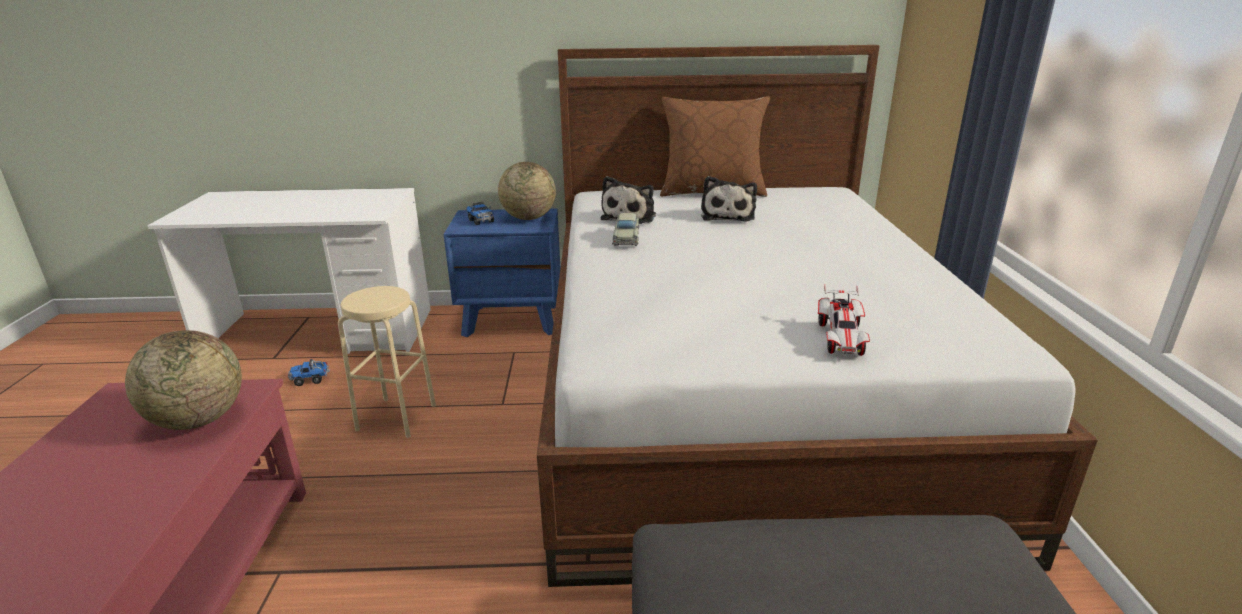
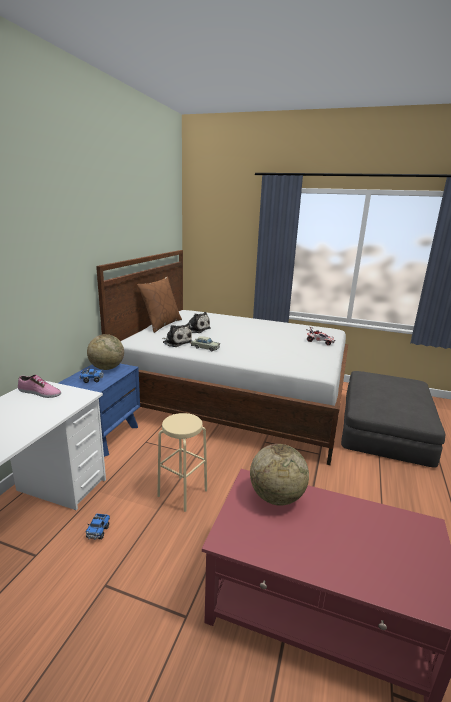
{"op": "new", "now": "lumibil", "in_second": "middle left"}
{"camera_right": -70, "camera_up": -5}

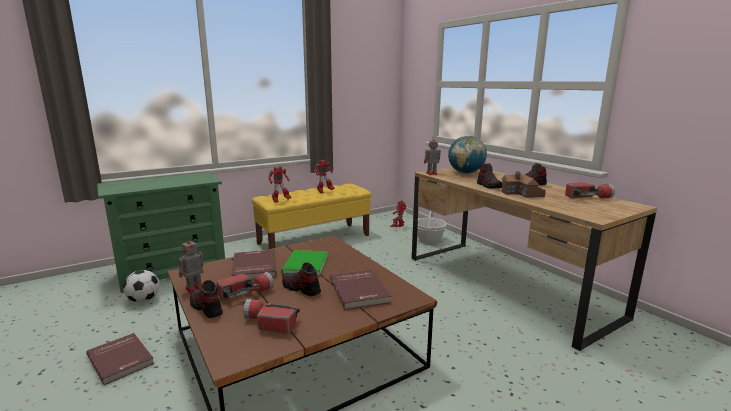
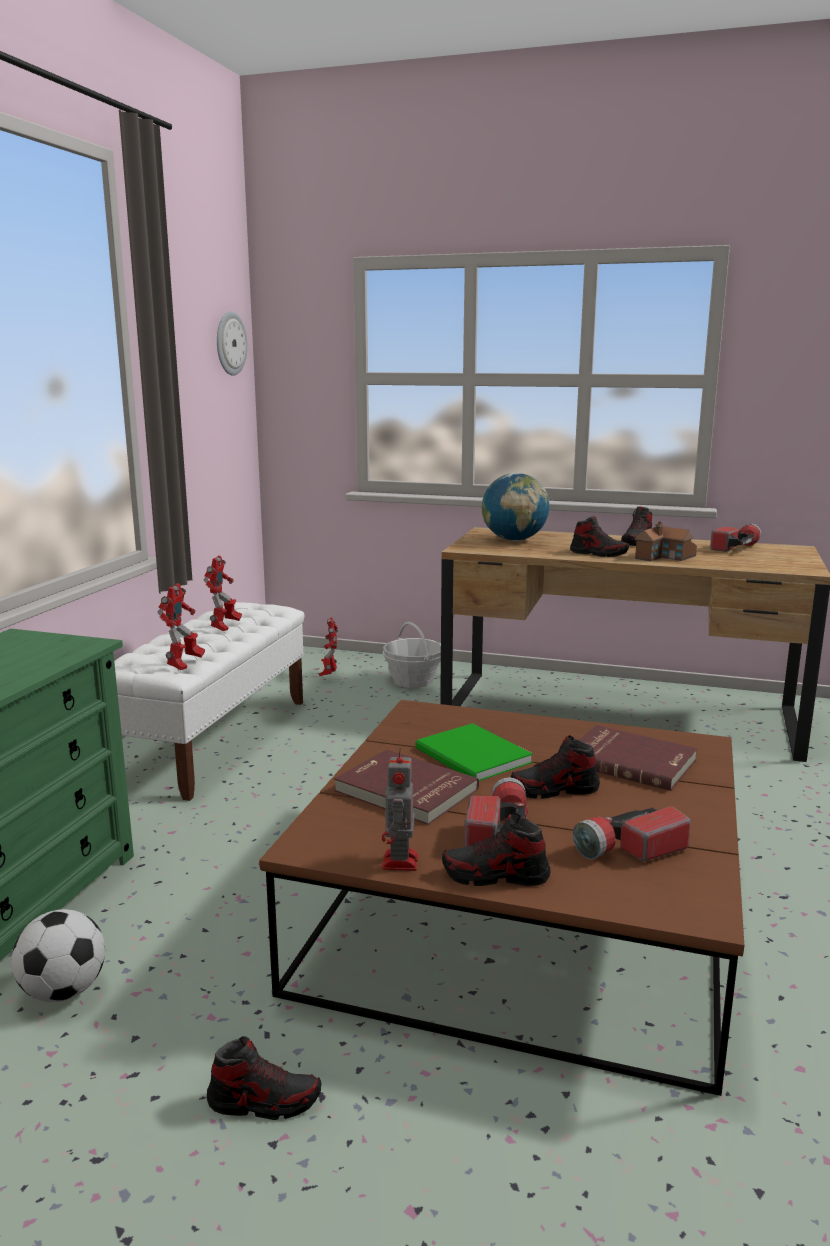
{"op": "swapped", "was": "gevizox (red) (no. 1 from left)", "now": "lumibil (no. 1 from left)", "in_first": "bottom left", "in_second": "bottom left"}
{"op": "repainted", "was": "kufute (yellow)", "now": "kufute (white)", "in_first": "centre", "in_second": "middle left"}
{"op": "gone", "was": "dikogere (no. 5 from left)", "in_first": "centre"}
{"op": "new", "now": "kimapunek", "in_second": "top left"}
{"camera_right": -40, "camera_up": 0}

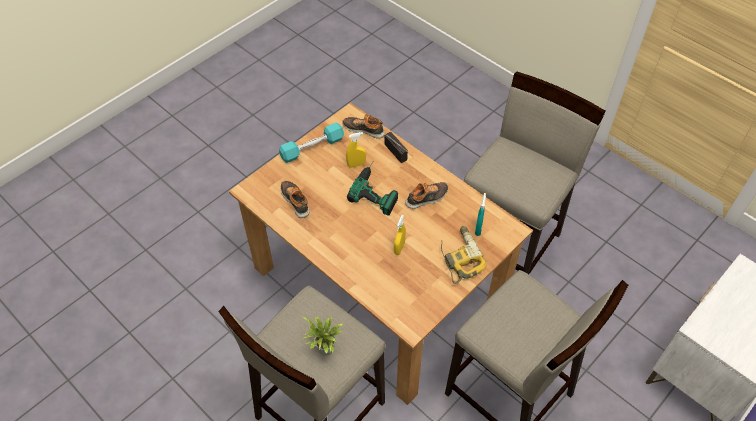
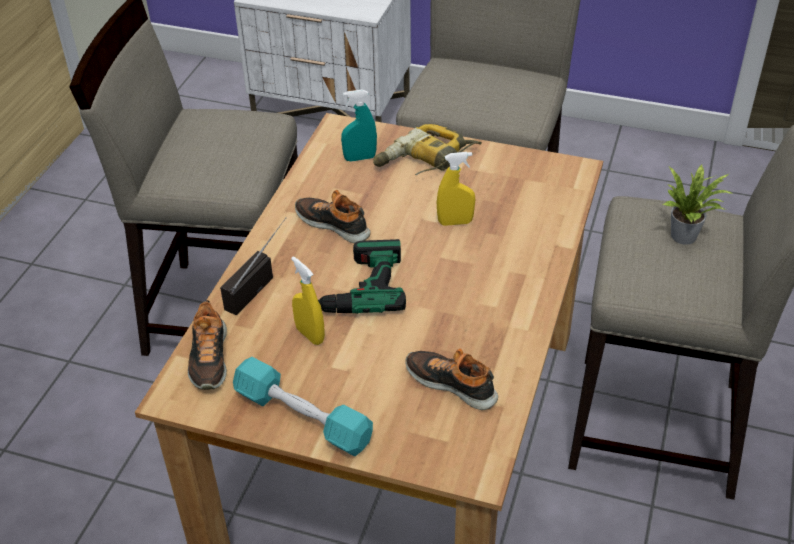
{"op": "rotated", "was": "lumibil (no. 1 from left in the first image)", "in_first": "centre", "in_second": "bottom centre", "clockwise": 90}
{"camera_right": -115, "camera_up": -10}

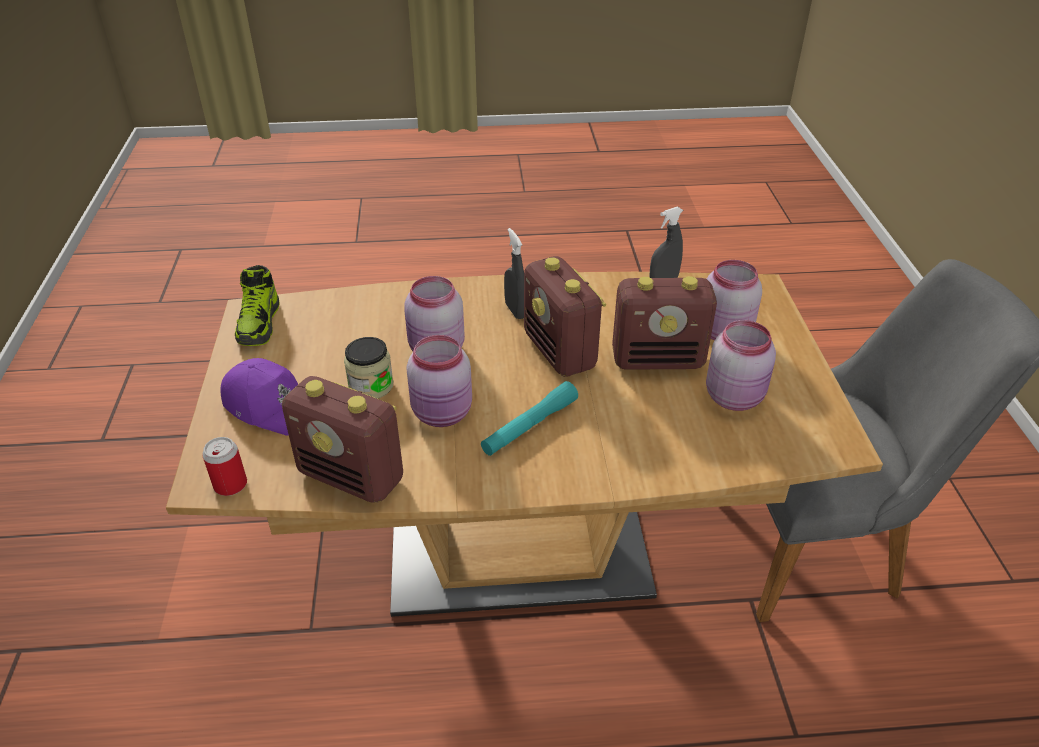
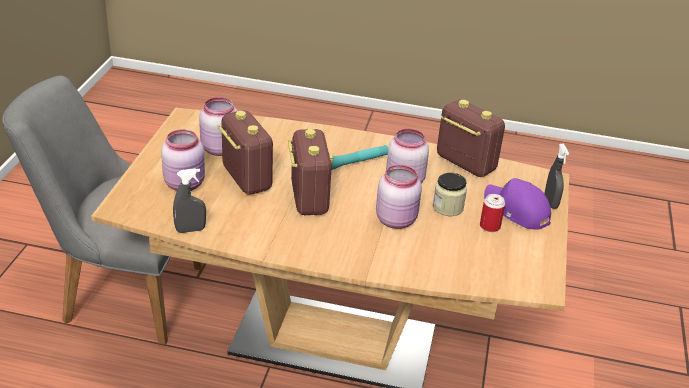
{"op": "shifted", "was": "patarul", "in_first": "middle left", "in_second": "middle right"}
{"op": "gone", "was": "lumibil", "in_first": "middle left"}
{"op": "shifted", "was": "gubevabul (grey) (no. 1 from left in the first image)", "now": "gubevabul (grey) (no. 2 from left)", "in_first": "centre", "in_second": "middle right"}
{"op": "rotated", "was": "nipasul (no. 3 from left in the first image)", "in_first": "centre", "in_second": "centre", "clockwise": 45}
{"camera_right": -165, "camera_up": -5}

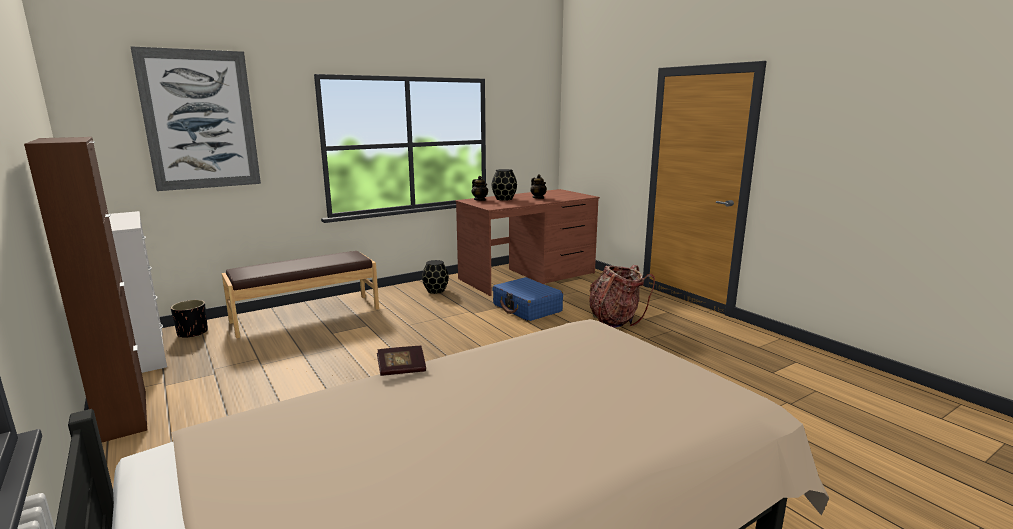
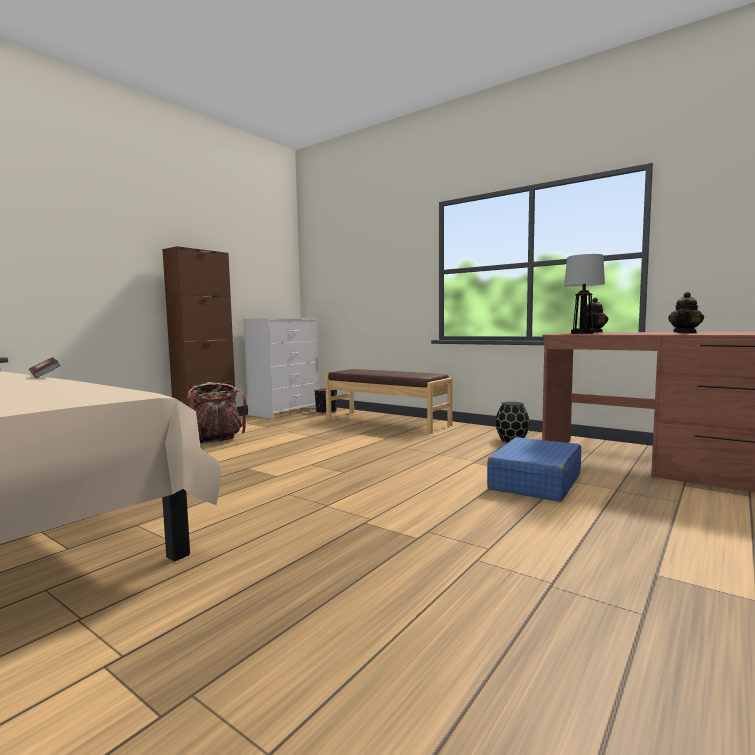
{"op": "gone", "was": "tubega", "in_first": "top left"}
{"op": "gone", "was": "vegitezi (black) (no. 2 from left)", "in_first": "centre"}
{"op": "shifted", "was": "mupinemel", "in_first": "centre", "in_second": "middle left"}
{"op": "new", "now": "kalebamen", "in_second": "middle right"}
{"camera_right": 70, "camera_up": -10}

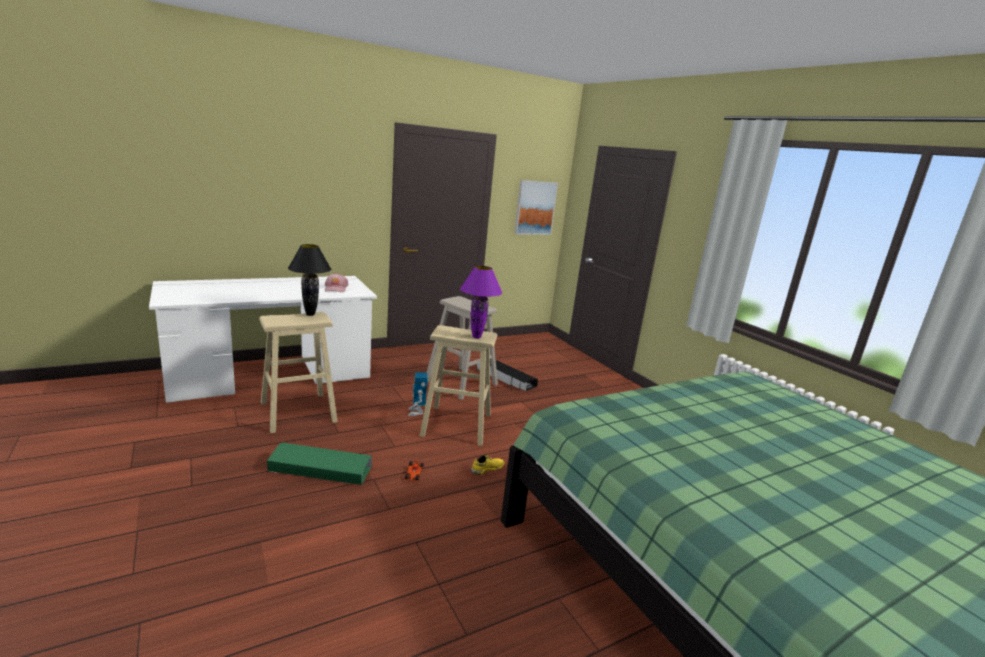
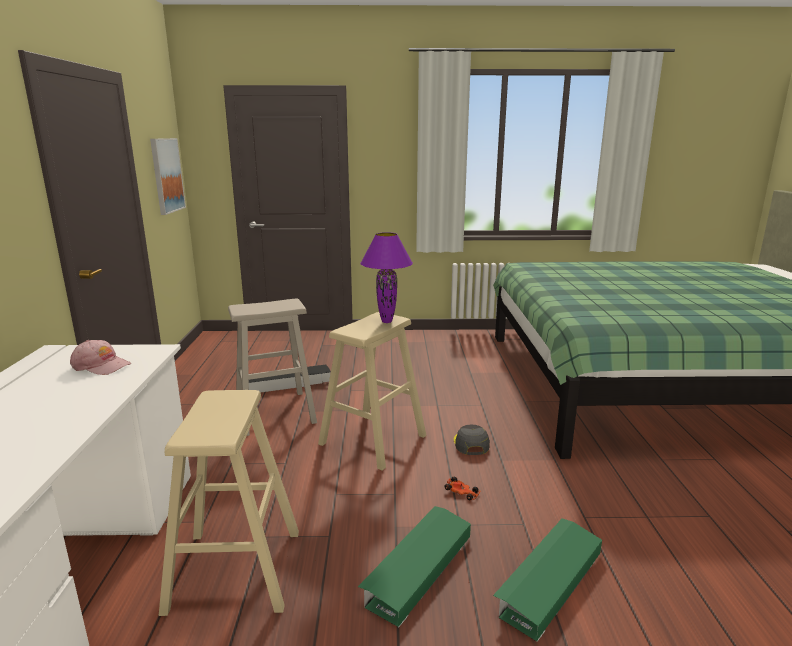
{"op": "gone", "was": "kalebamen (black)", "in_first": "middle left"}
{"op": "gone", "was": "dikogere", "in_first": "centre"}
{"op": "swapped", "was": "lumibil (yellow)", "now": "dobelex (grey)", "in_first": "bottom centre", "in_second": "bottom centre"}
{"op": "new", "now": "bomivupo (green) (no. 2 from left)", "in_second": "bottom right"}
{"camera_right": -60, "camera_up": 0}

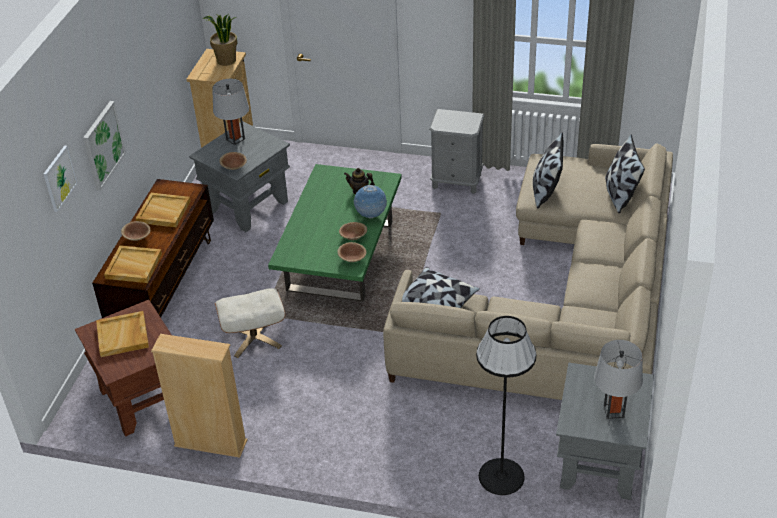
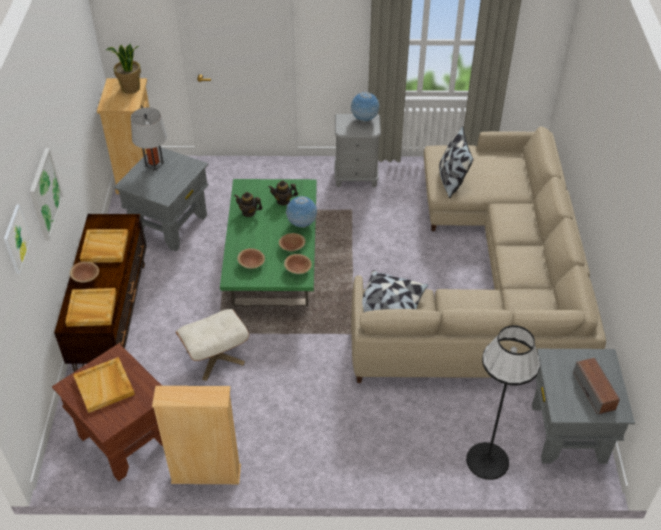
{"op": "shifted", "was": "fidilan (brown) (no. 2 from left)", "in_first": "top left", "in_second": "centre"}
{"op": "swapped", "was": "kalebamen (grey) (no. 2 from left)", "now": "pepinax", "in_first": "bottom right", "in_second": "bottom right"}
{"op": "gone", "was": "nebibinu (no. 3 from left)", "in_first": "middle right"}
{"op": "new", "now": "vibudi (no. 1 from left)", "in_second": "centre"}
{"op": "new", "now": "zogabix (no. 2 from left)", "in_second": "top centre"}
{"camera_right": -15, "camera_up": 5}

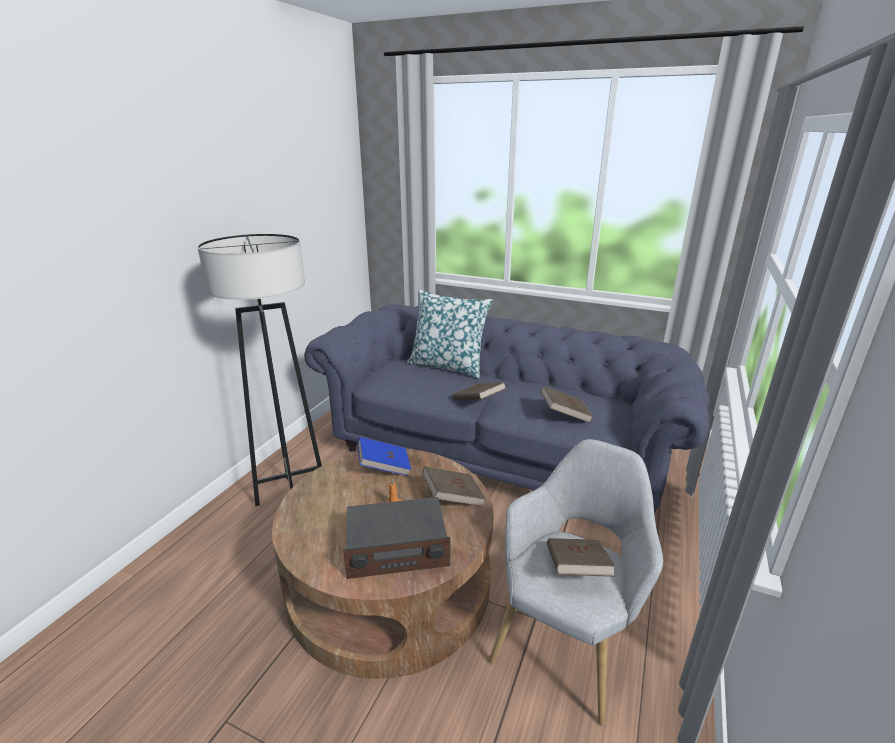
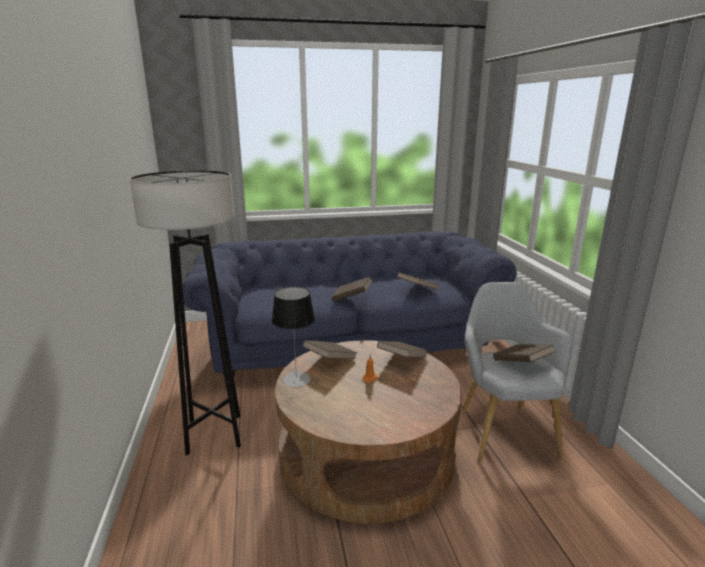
{"op": "gone", "was": "nipasul", "in_first": "bottom centre"}
{"op": "repainted", "was": "gevizox (blue)", "now": "gevizox (brown) (no. 1 from left)", "in_first": "centre", "in_second": "centre"}
{"op": "gone", "was": "nebibinu", "in_first": "centre"}
{"op": "new", "now": "kalebamen", "in_second": "centre"}
{"camera_right": -35, "camera_up": -5}

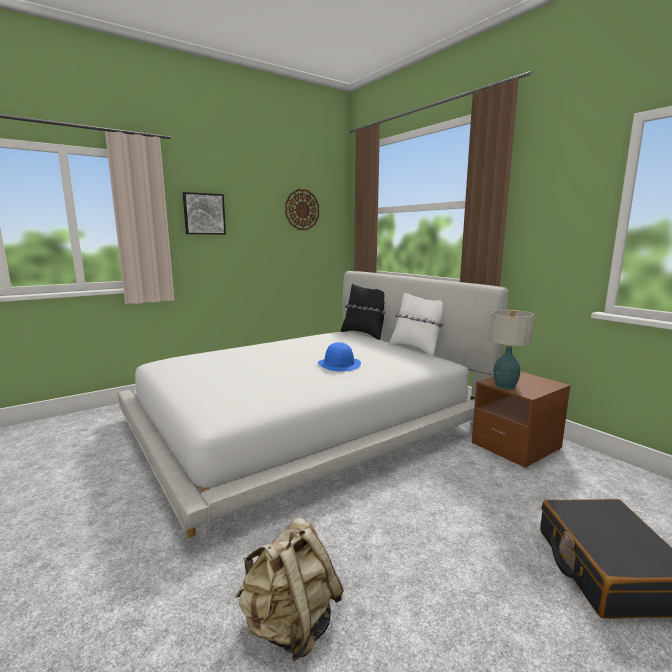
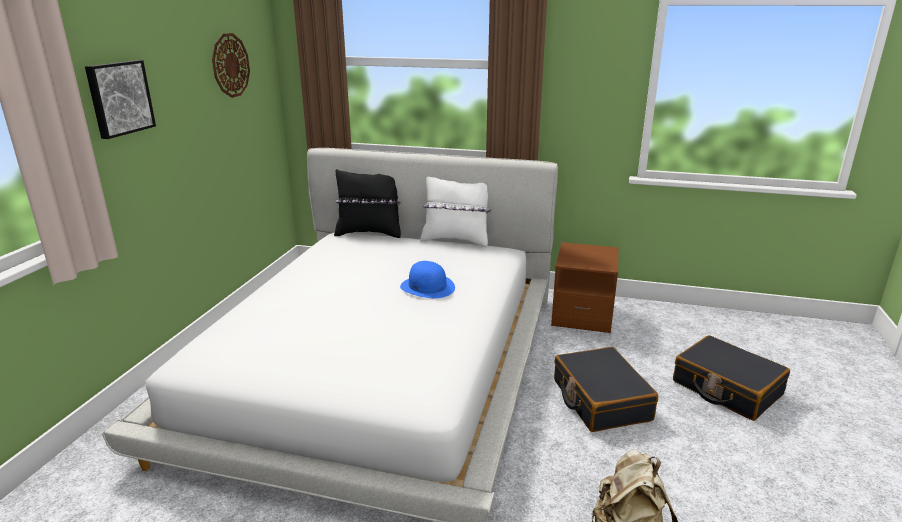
{"op": "gone", "was": "kalebamen", "in_first": "middle right"}
{"op": "new", "now": "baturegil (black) (no. 1 from left)", "in_second": "bottom right"}
{"camera_right": -40, "camera_up": 10}

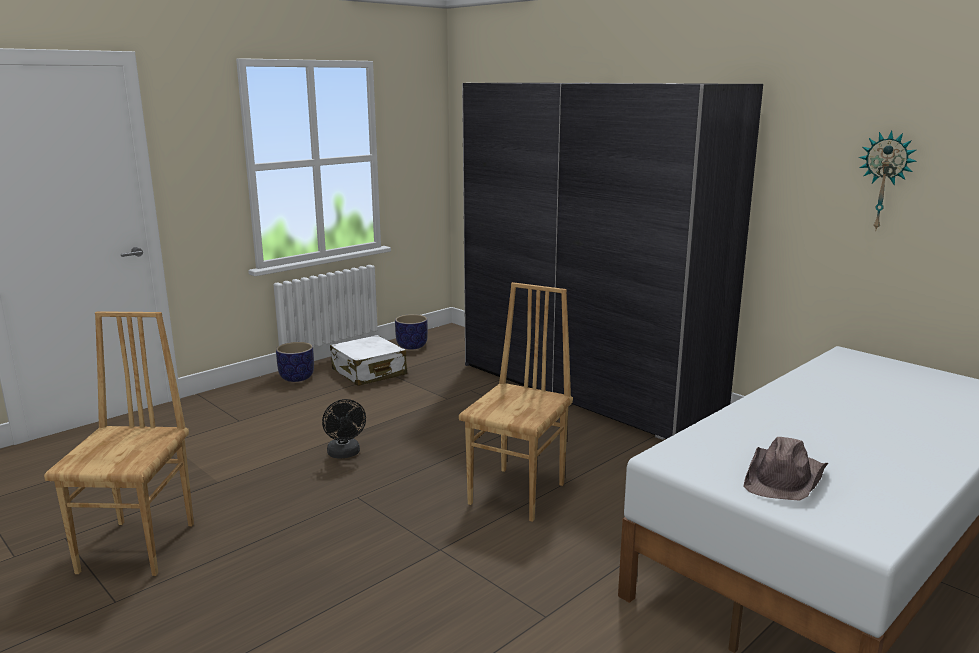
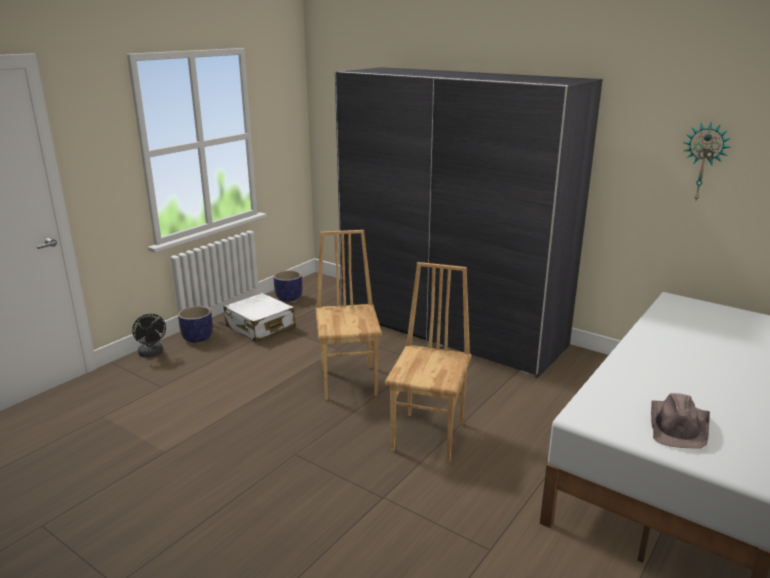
{"op": "shifted", "was": "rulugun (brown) (no. 1 from left)", "in_first": "bottom left", "in_second": "centre"}
{"op": "shifted", "was": "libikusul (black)", "in_first": "centre", "in_second": "middle left"}
{"camera_right": -10, "camera_up": 5}

